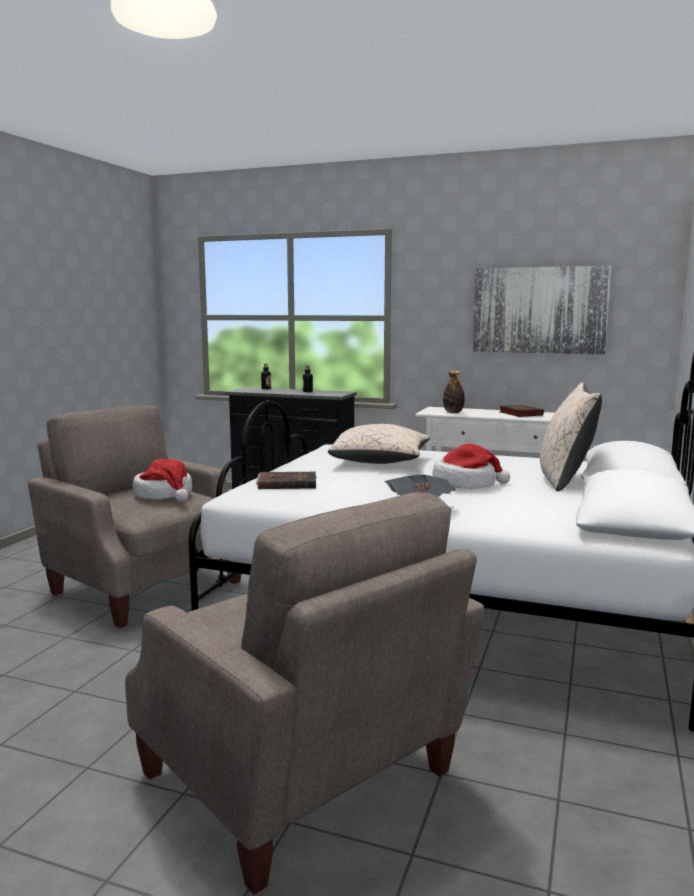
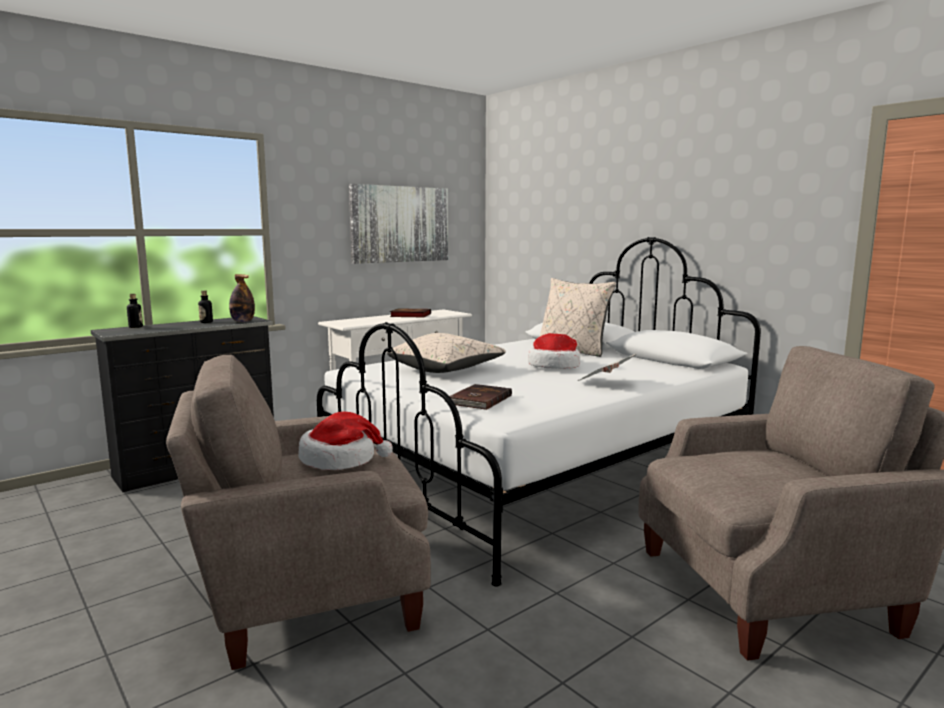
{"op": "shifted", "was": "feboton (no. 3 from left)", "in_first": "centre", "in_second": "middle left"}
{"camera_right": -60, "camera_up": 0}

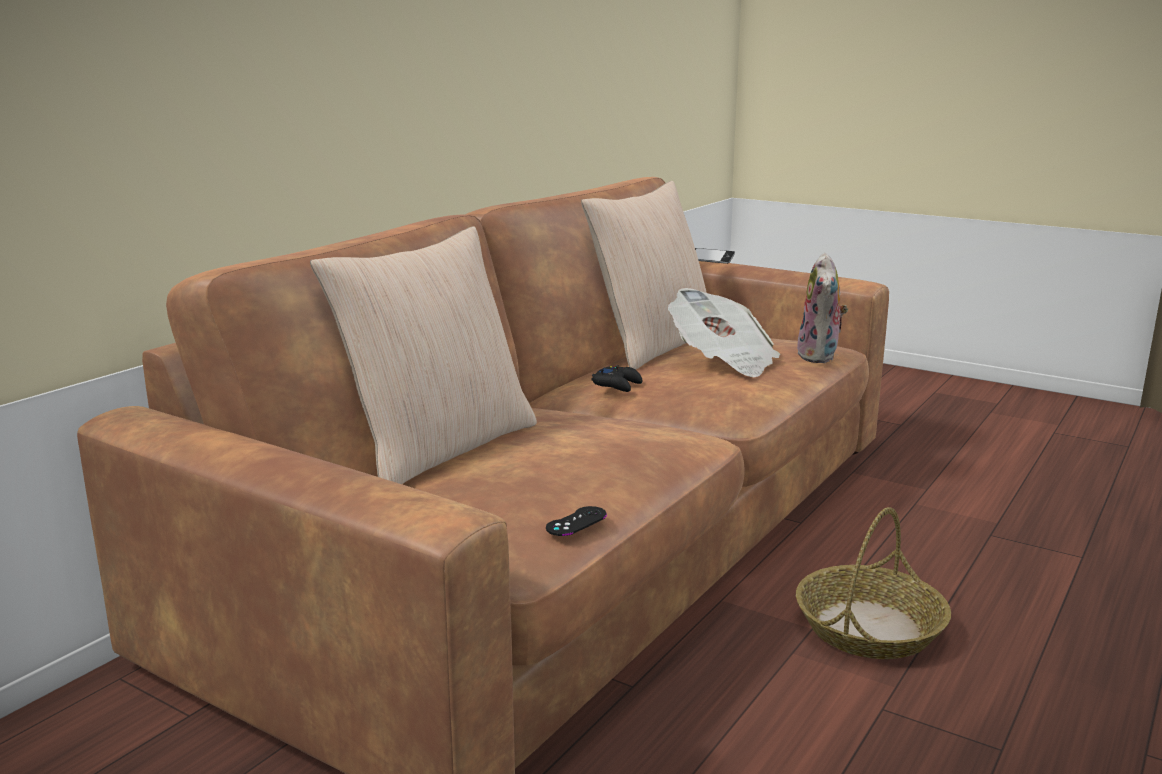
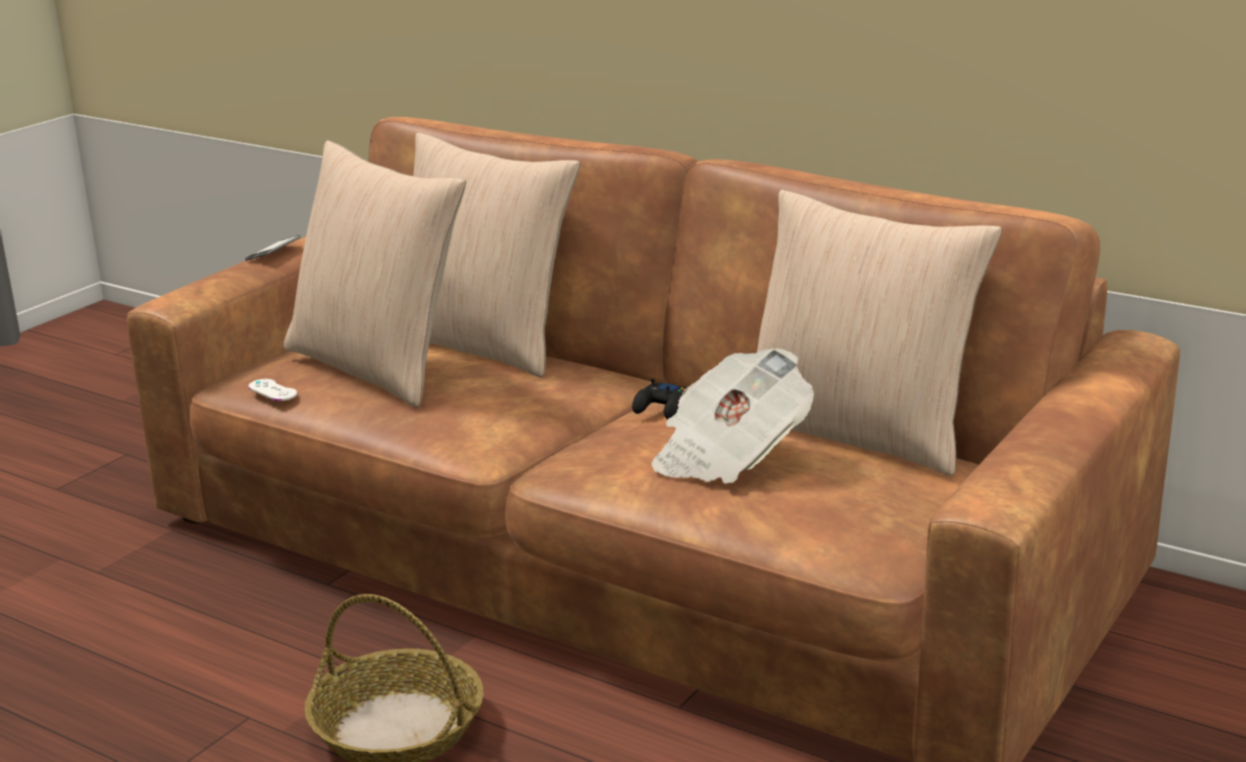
{"op": "repainted", "was": "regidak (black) (no. 1 from left)", "now": "regidak (white)", "in_first": "bottom centre", "in_second": "middle left"}
{"op": "shifted", "was": "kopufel", "in_first": "top centre", "in_second": "top left"}
{"op": "gone", "was": "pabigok", "in_first": "middle right"}
{"op": "new", "now": "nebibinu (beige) (no. 1 from left)", "in_second": "middle left"}
{"camera_right": 90, "camera_up": 5}

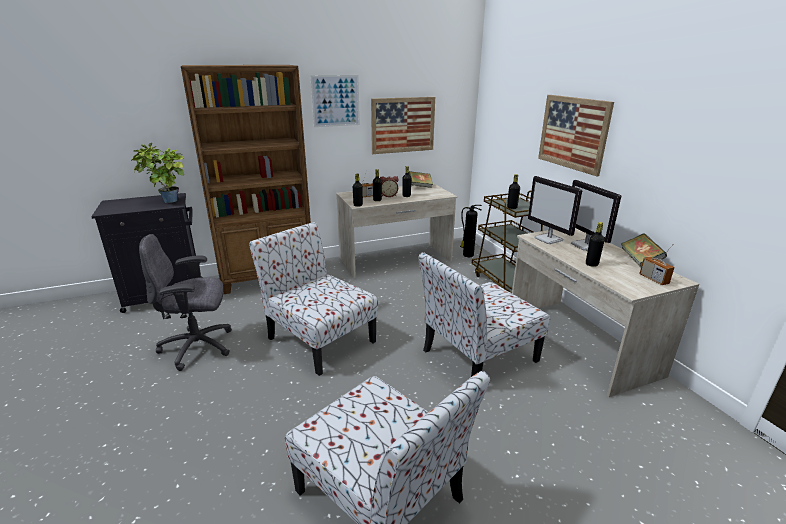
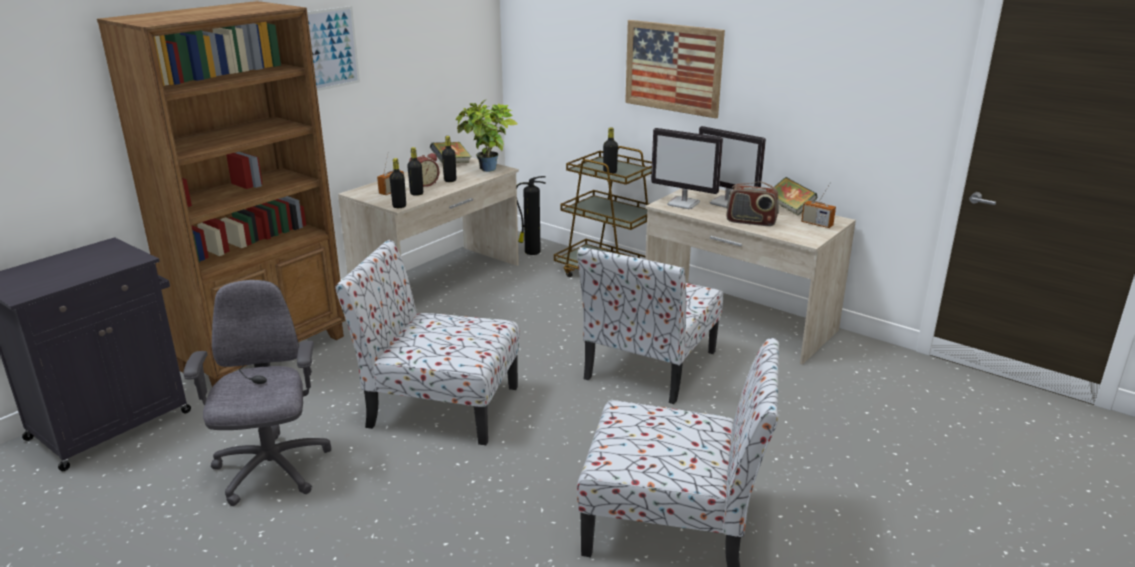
{"op": "shifted", "was": "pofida", "in_first": "top left", "in_second": "top centre"}
{"op": "rotated", "was": "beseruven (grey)", "in_first": "middle left", "in_second": "bottom left", "clockwise": 120}
{"op": "gone", "was": "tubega (no. 2 from left)", "in_first": "top centre"}
{"op": "swapped", "was": "feboton (black) (no. 5 from left)", "now": "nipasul (no. 2 from left)", "in_first": "middle right", "in_second": "centre"}
{"camera_right": -30, "camera_up": 0}

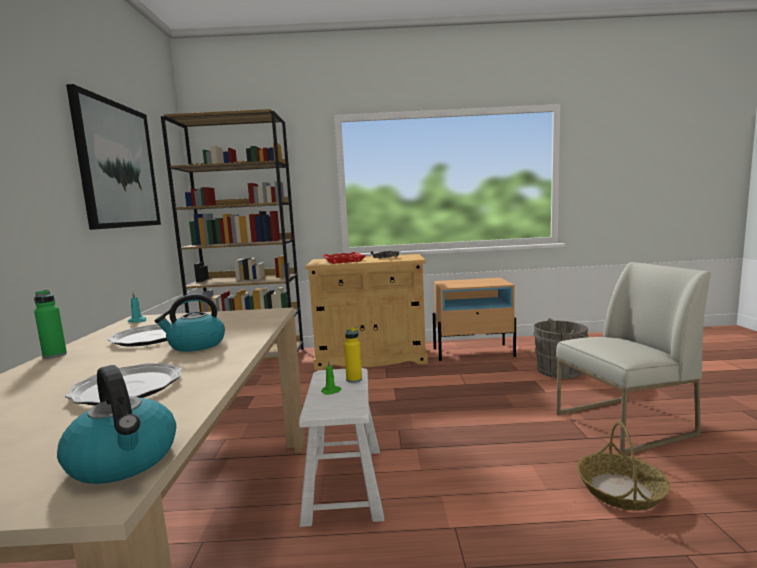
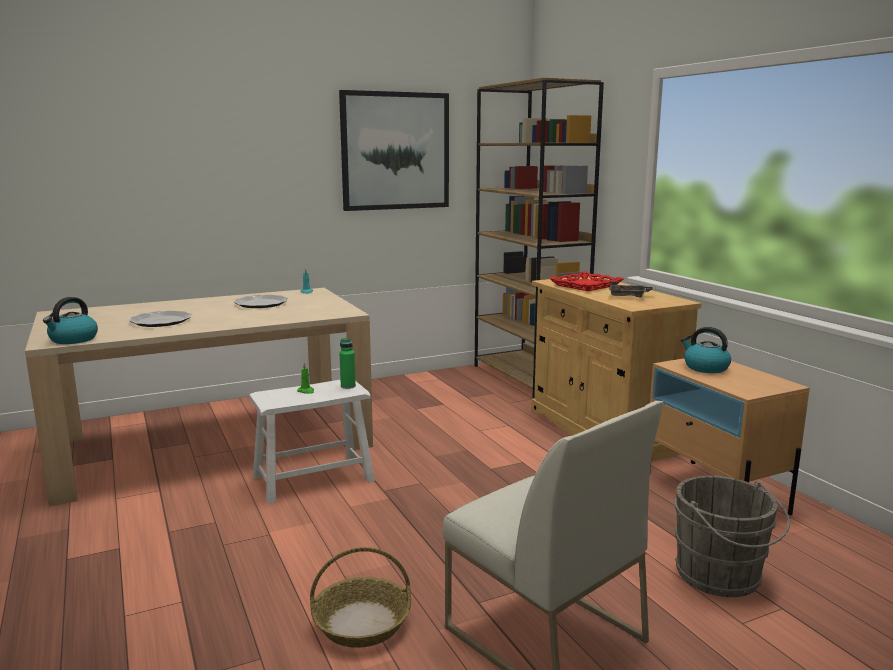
{"op": "shifted", "was": "feboton (green)", "in_first": "middle left", "in_second": "centre"}
{"op": "shifted", "was": "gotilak (no. 2 from left)", "in_first": "middle left", "in_second": "middle right"}
{"op": "gone", "was": "feboton (yellow)", "in_first": "centre"}
{"camera_right": 65, "camera_up": 5}

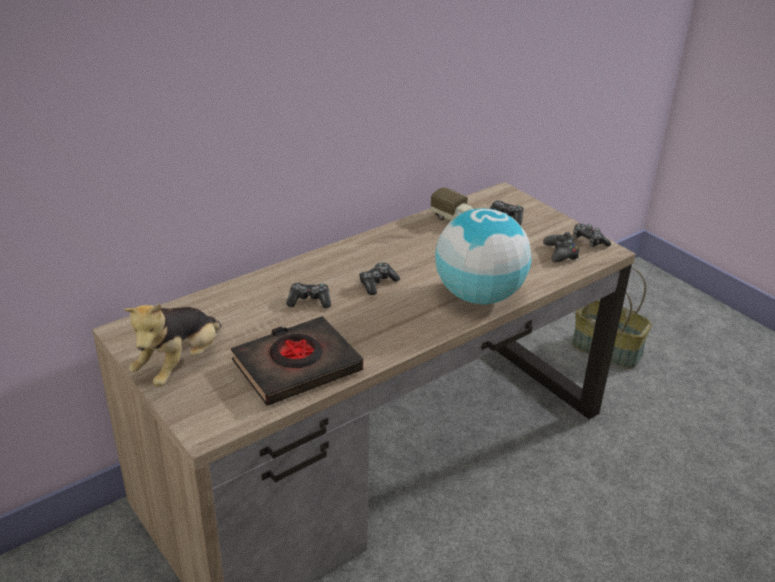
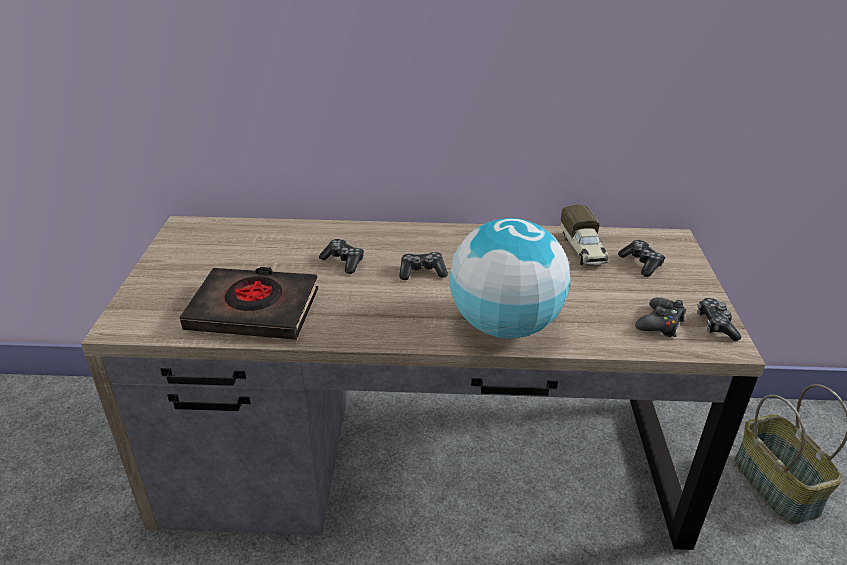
{"op": "gone", "was": "pabigok", "in_first": "middle left"}
{"camera_right": 40, "camera_up": 0}

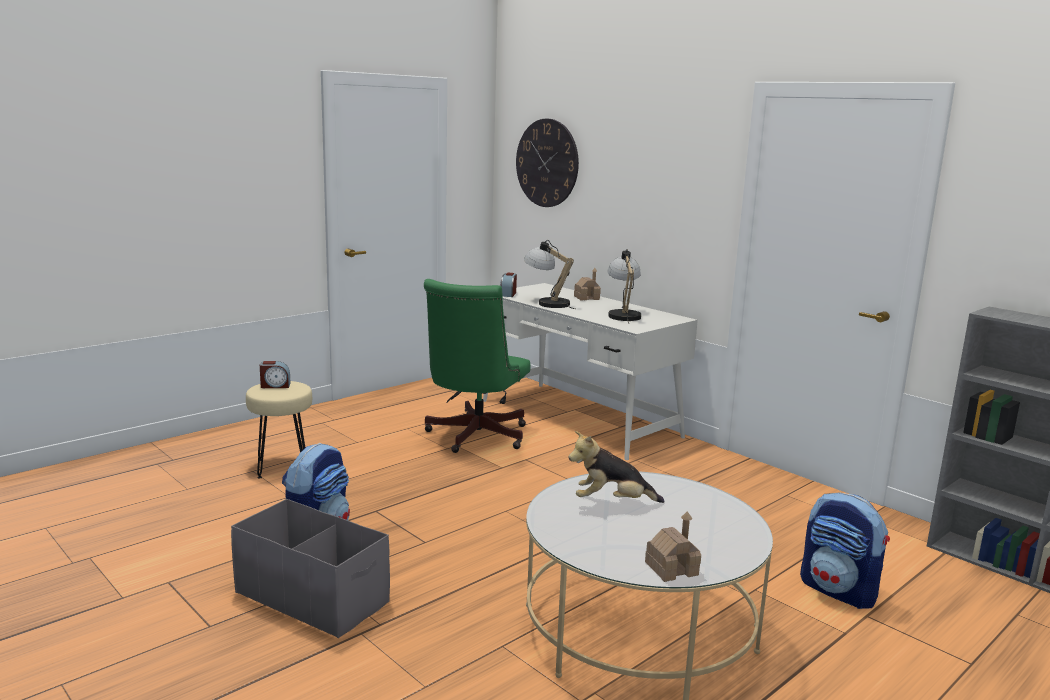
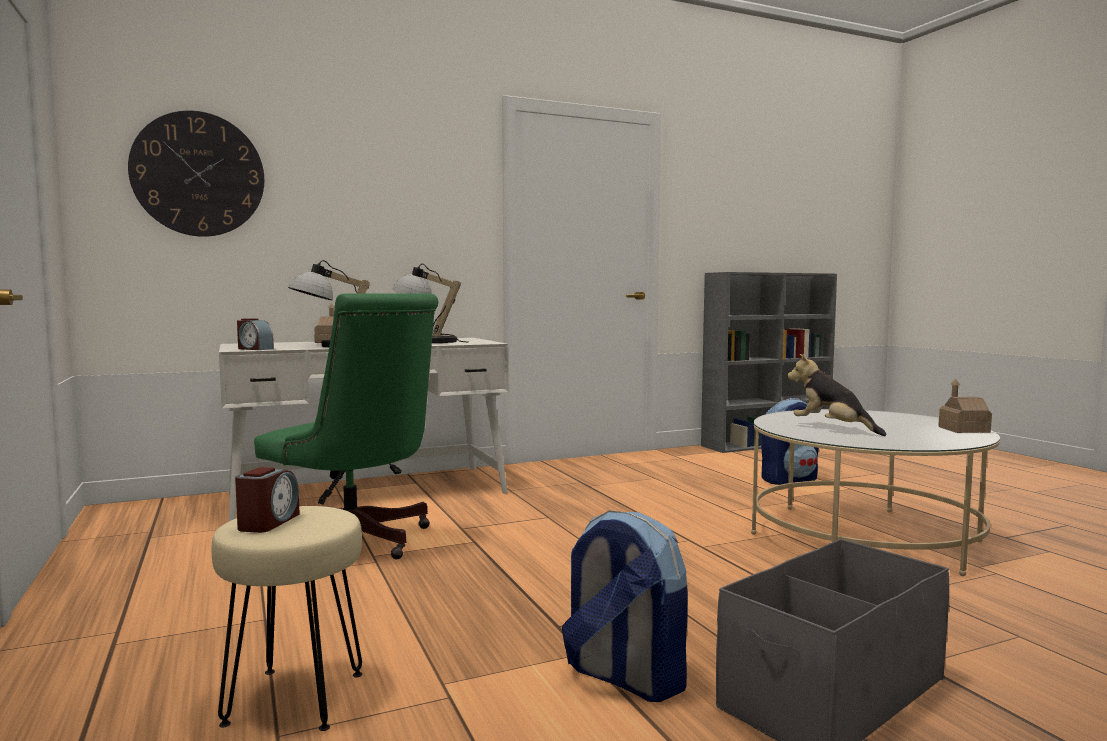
{"op": "rotated", "was": "pabigok", "in_first": "bottom centre", "in_second": "middle right", "clockwise": 120}
{"camera_right": -70, "camera_up": -10}

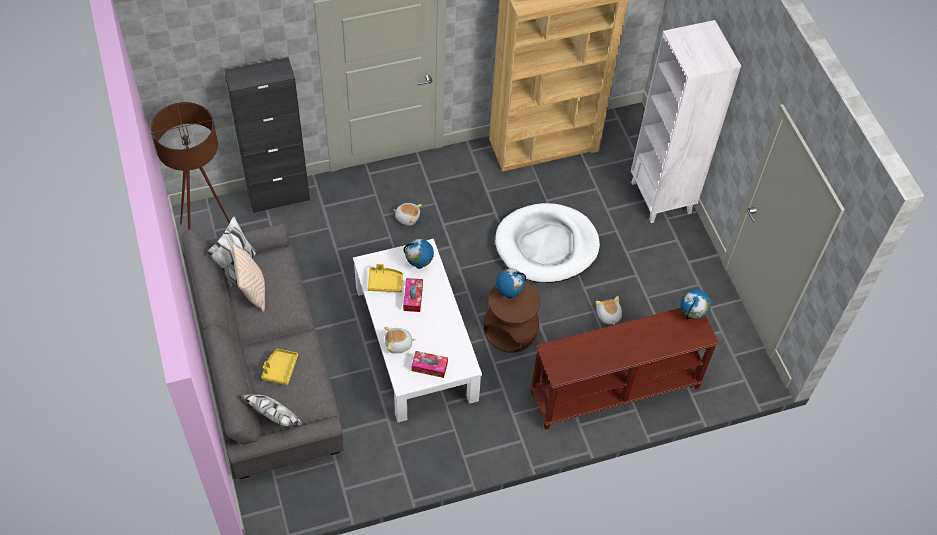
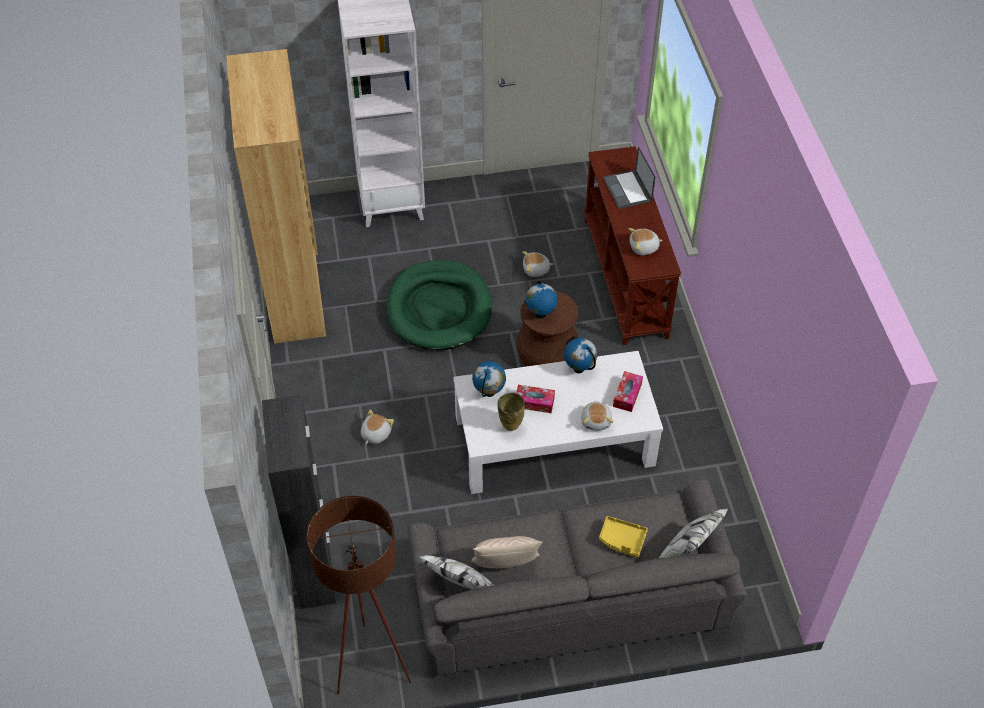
{"op": "swapped", "was": "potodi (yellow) (no. 2 from left)", "now": "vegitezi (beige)", "in_first": "centre", "in_second": "centre"}
{"op": "repainted", "was": "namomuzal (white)", "now": "namomuzal (green)", "in_first": "centre", "in_second": "centre"}
{"op": "shifted", "was": "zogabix (no. 3 from left)", "in_first": "middle right", "in_second": "centre"}
{"op": "new", "now": "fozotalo", "in_second": "top centre"}
{"op": "new", "now": "pabigok (no. 4 from left)", "in_second": "centre"}
{"camera_right": -80, "camera_up": -5}

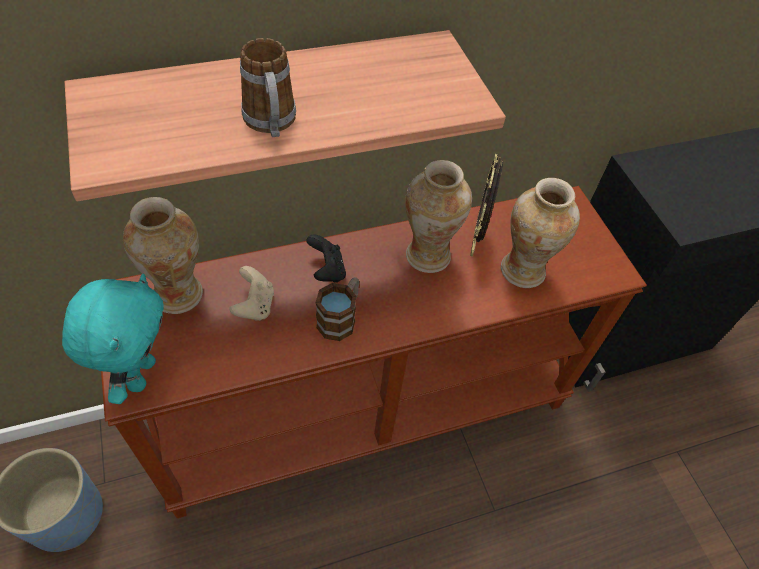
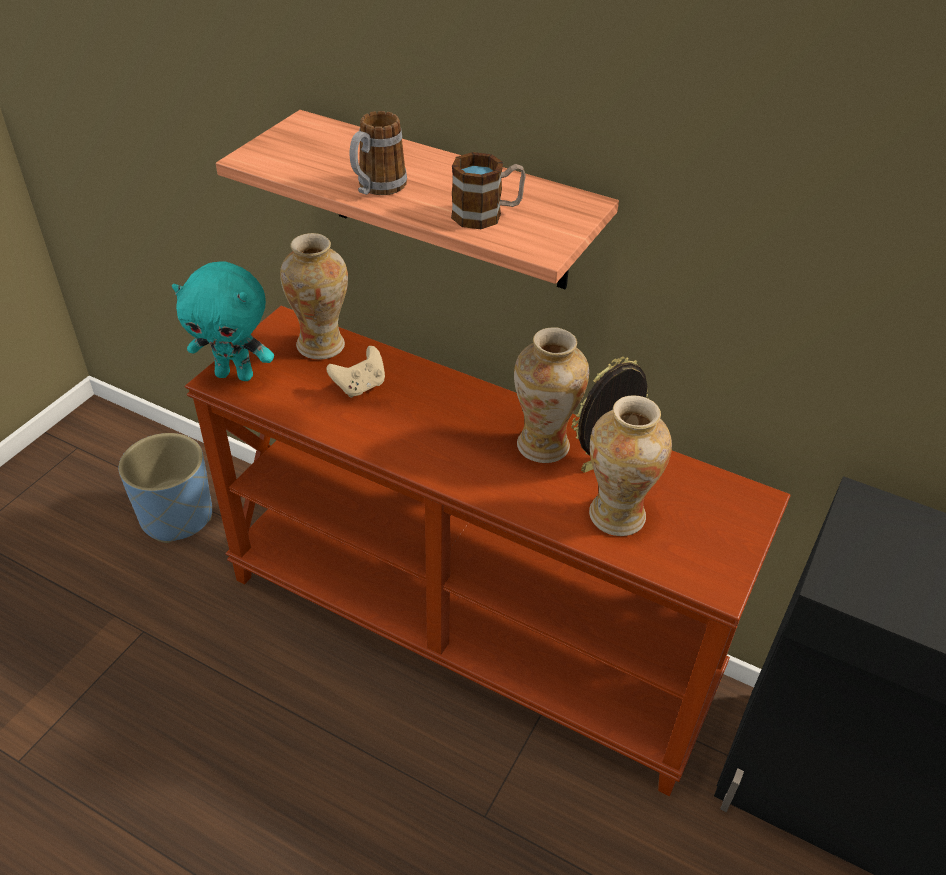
{"op": "rotated", "was": "pabigok (turquoise)", "in_first": "middle left", "in_second": "middle left", "clockwise": 45}
{"op": "gone", "was": "regidak (black)", "in_first": "centre"}
{"op": "shifted", "was": "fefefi (no. 2 from left)", "in_first": "centre", "in_second": "top centre"}
{"camera_right": 50, "camera_up": -10}

